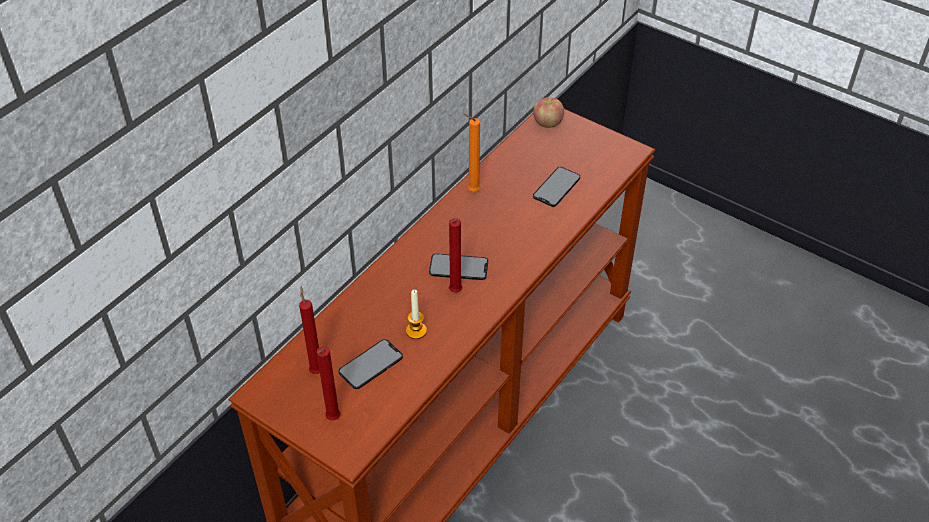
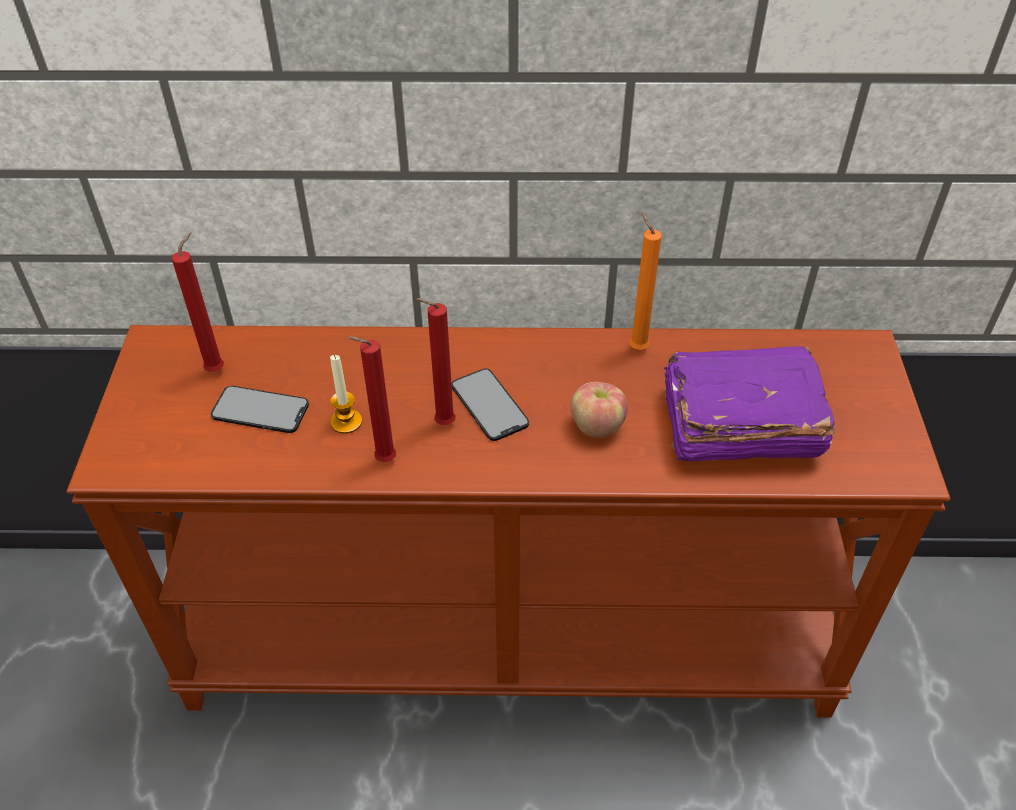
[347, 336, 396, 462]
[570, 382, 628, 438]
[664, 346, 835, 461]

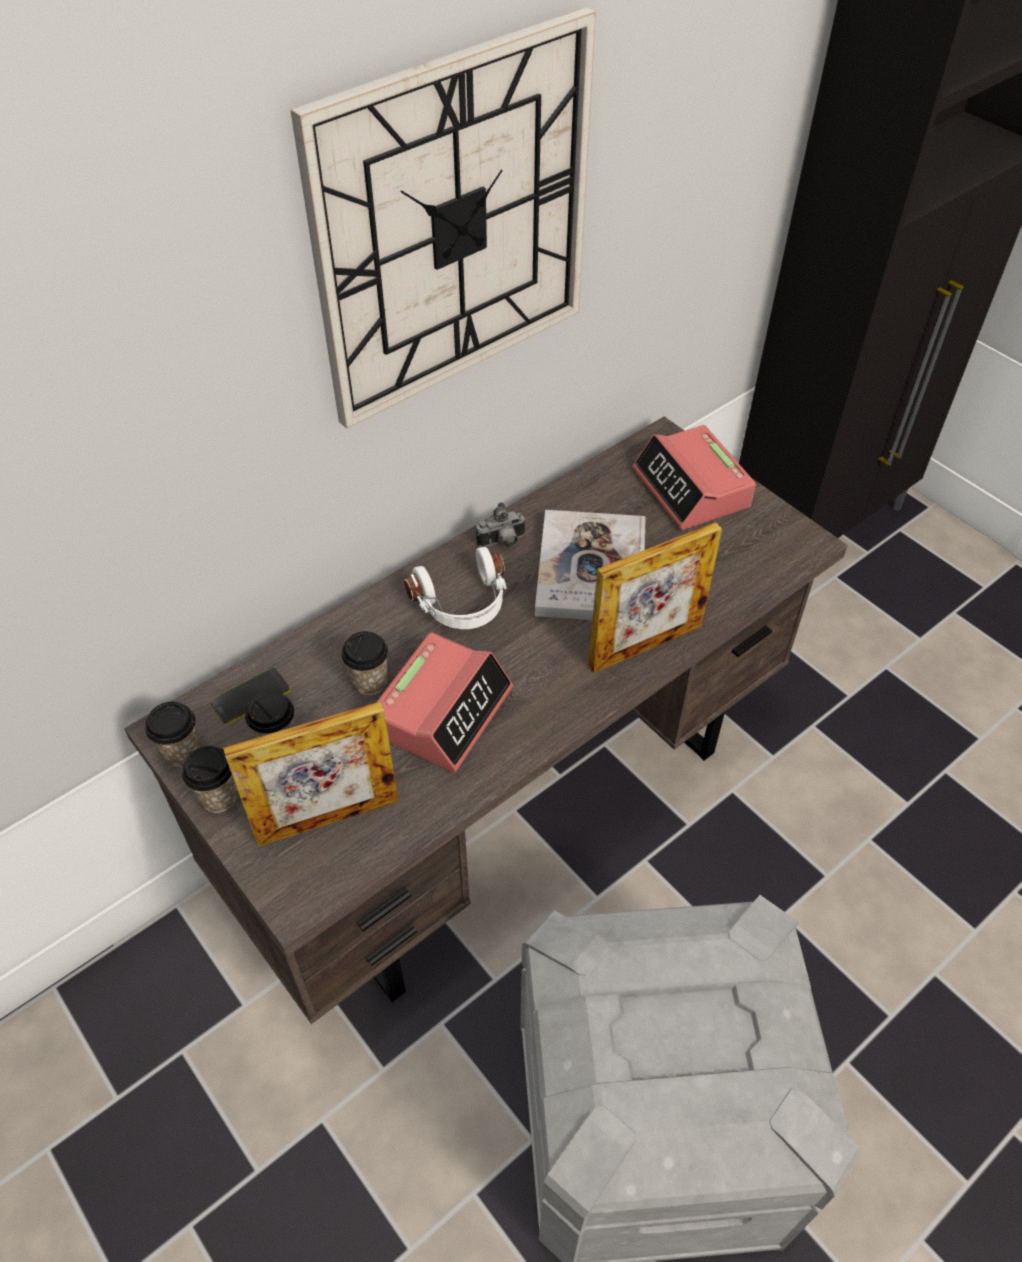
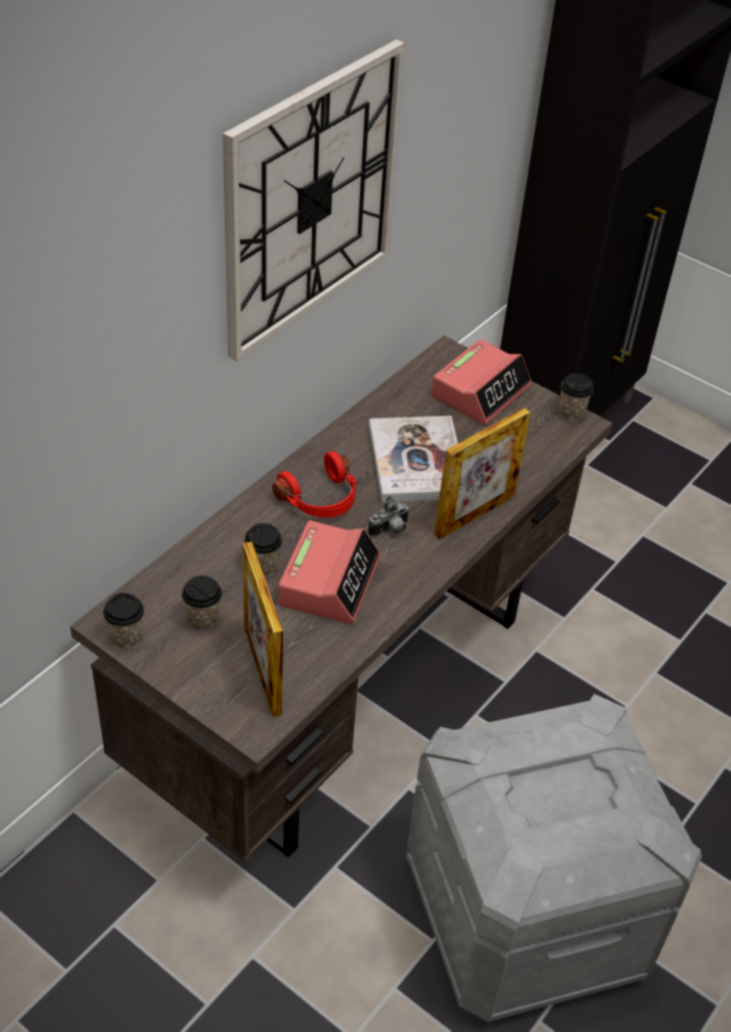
[211, 668, 290, 725] (first image)
[559, 373, 594, 422]
[368, 496, 410, 537]
[272, 451, 357, 518]
[243, 542, 283, 717]
[431, 339, 532, 425]

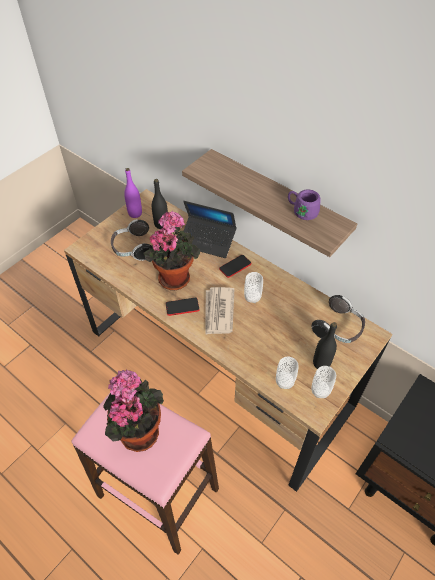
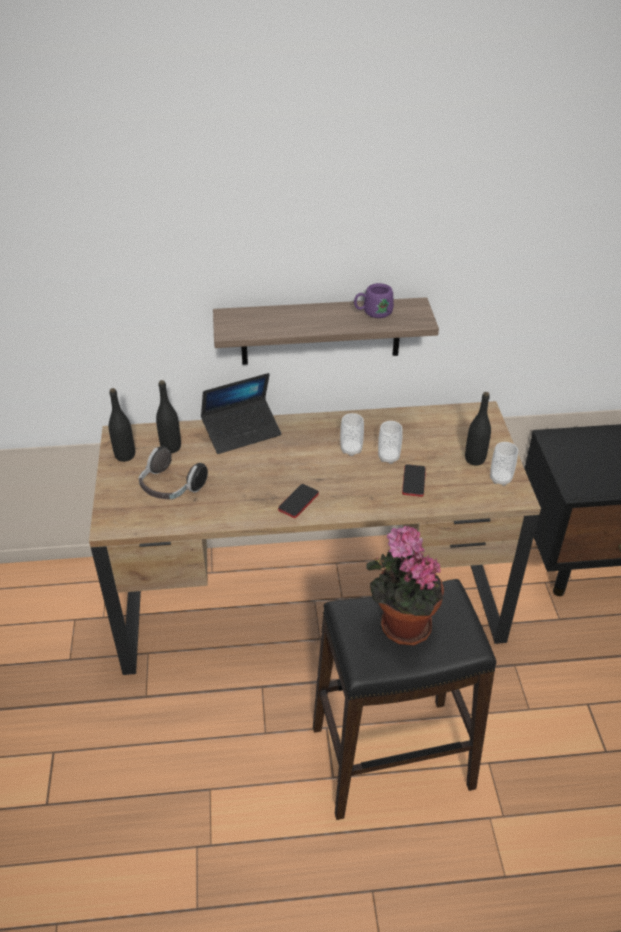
[143, 211, 200, 290] (first image)
[205, 287, 234, 335] (first image)
[312, 295, 365, 343] (first image)
[402, 464, 426, 497]
[378, 421, 403, 464]
[313, 579, 496, 820]
[109, 388, 135, 462]

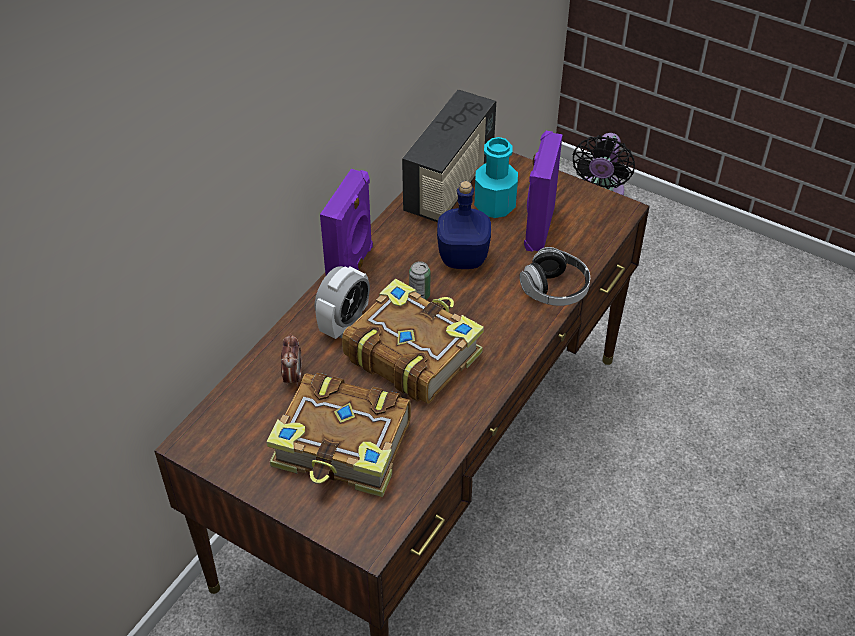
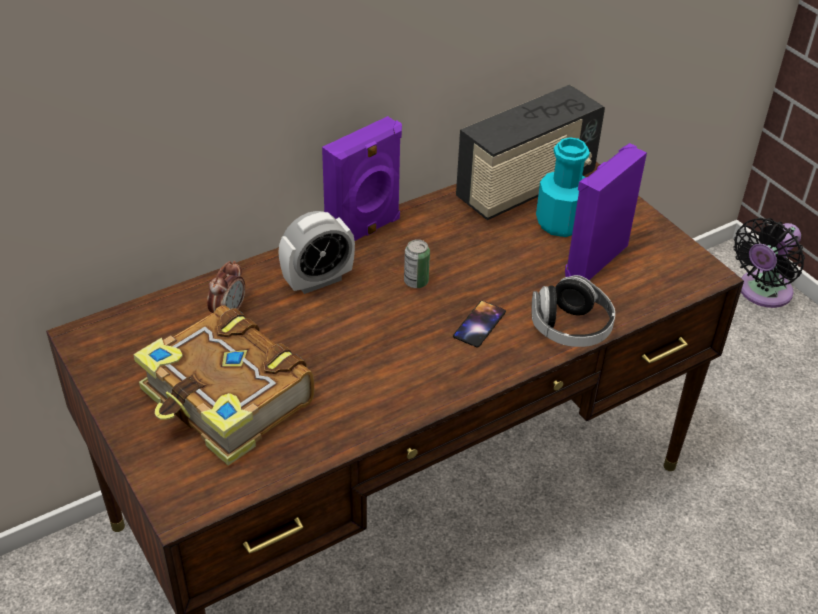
[342, 278, 484, 404] (first image)
[437, 181, 491, 269] (first image)
[453, 301, 506, 348]

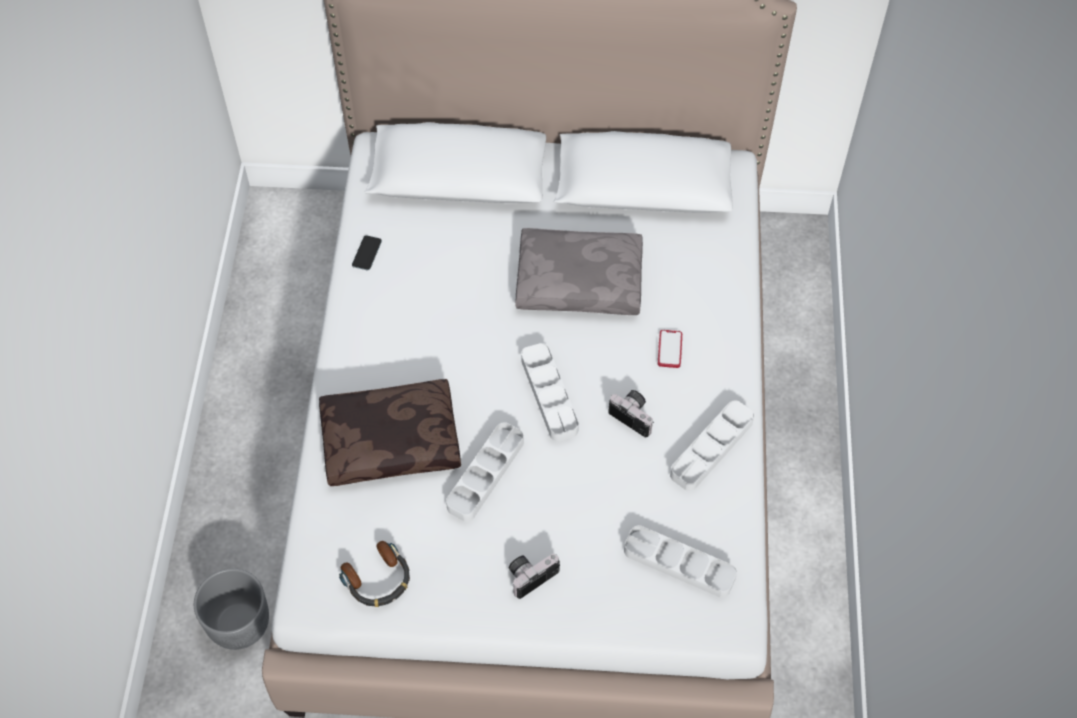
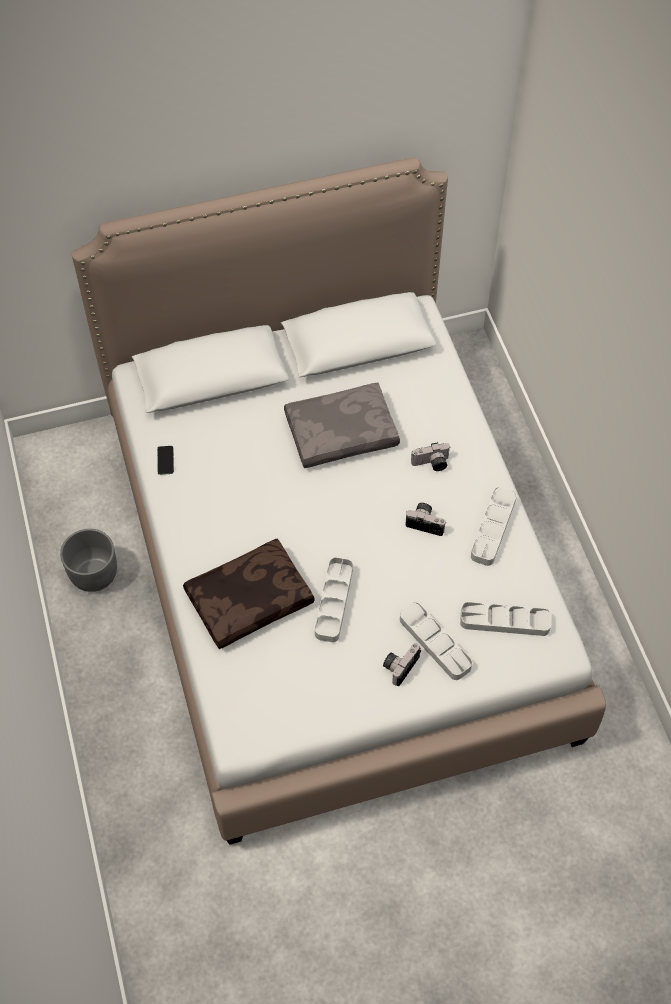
[339, 541, 410, 607] (first image)
[60, 529, 117, 592]
[400, 602, 472, 680]
[411, 442, 451, 471]

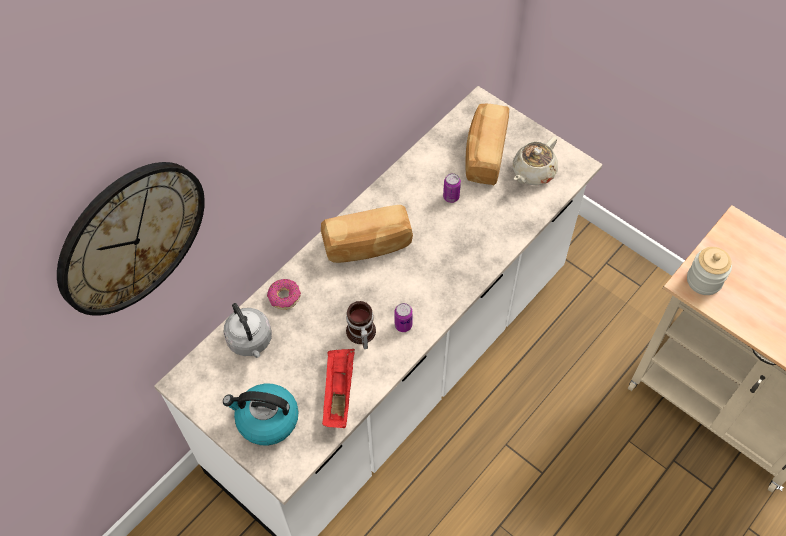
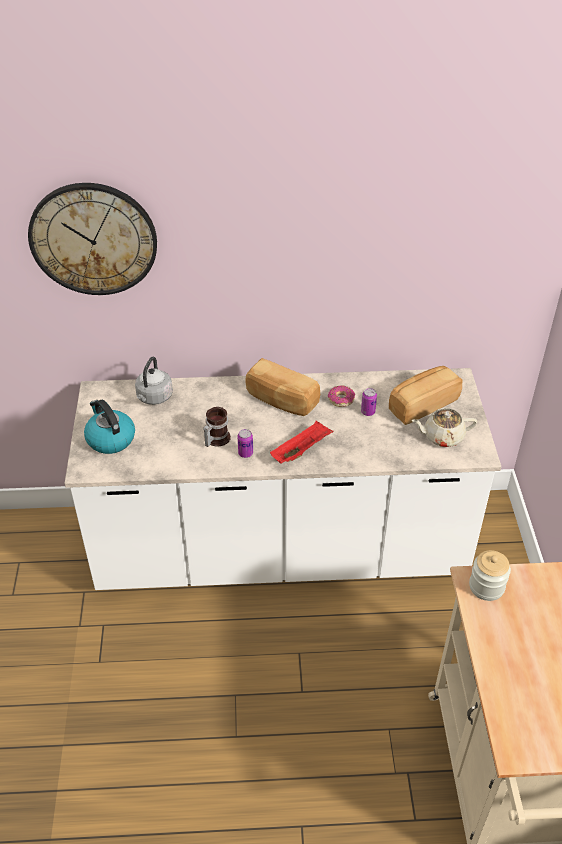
[328, 385, 355, 407]
[270, 421, 334, 464]

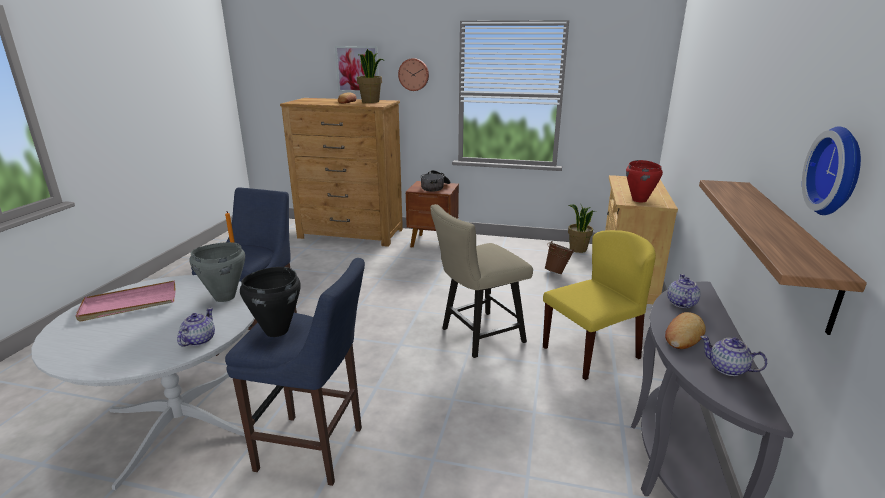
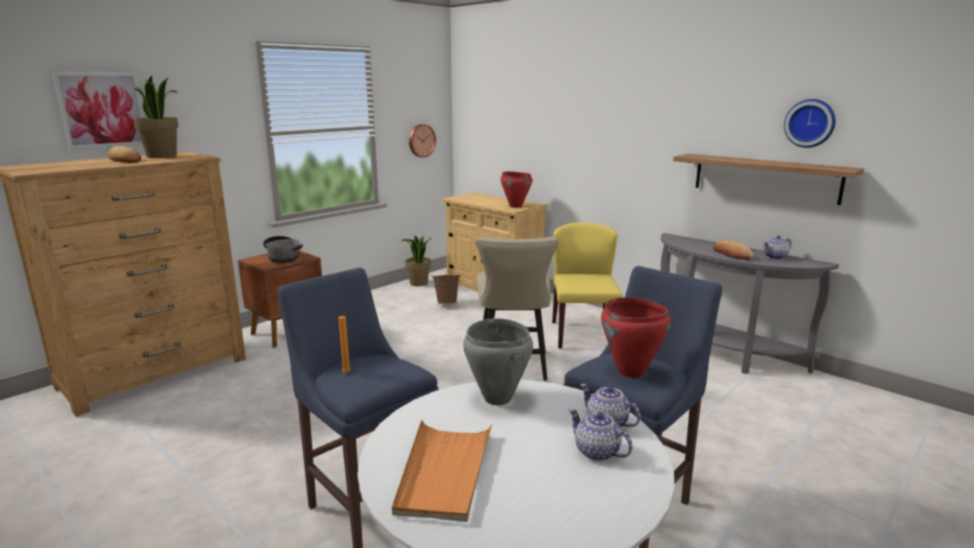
[409, 124, 436, 158]
[568, 409, 633, 461]
[392, 420, 492, 522]
[601, 297, 671, 378]

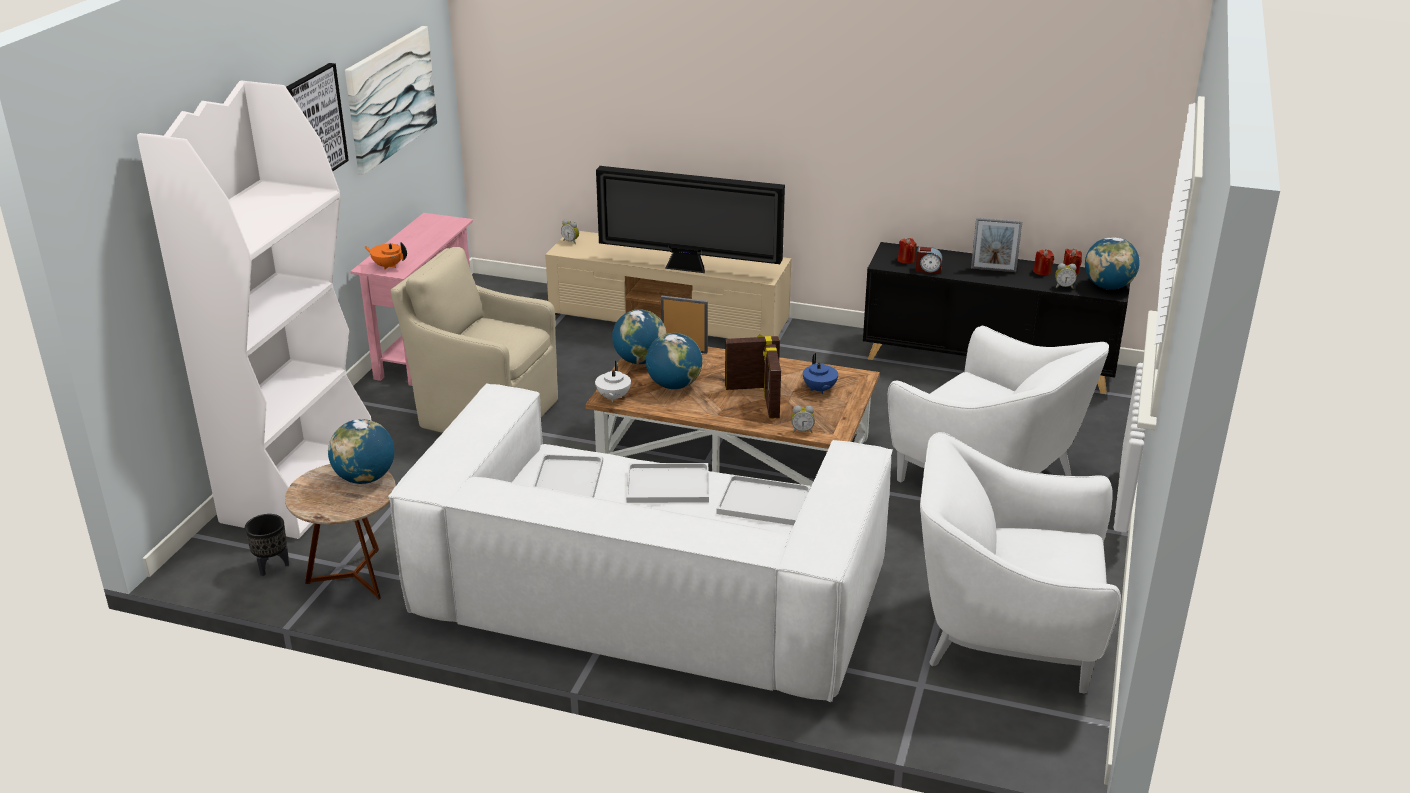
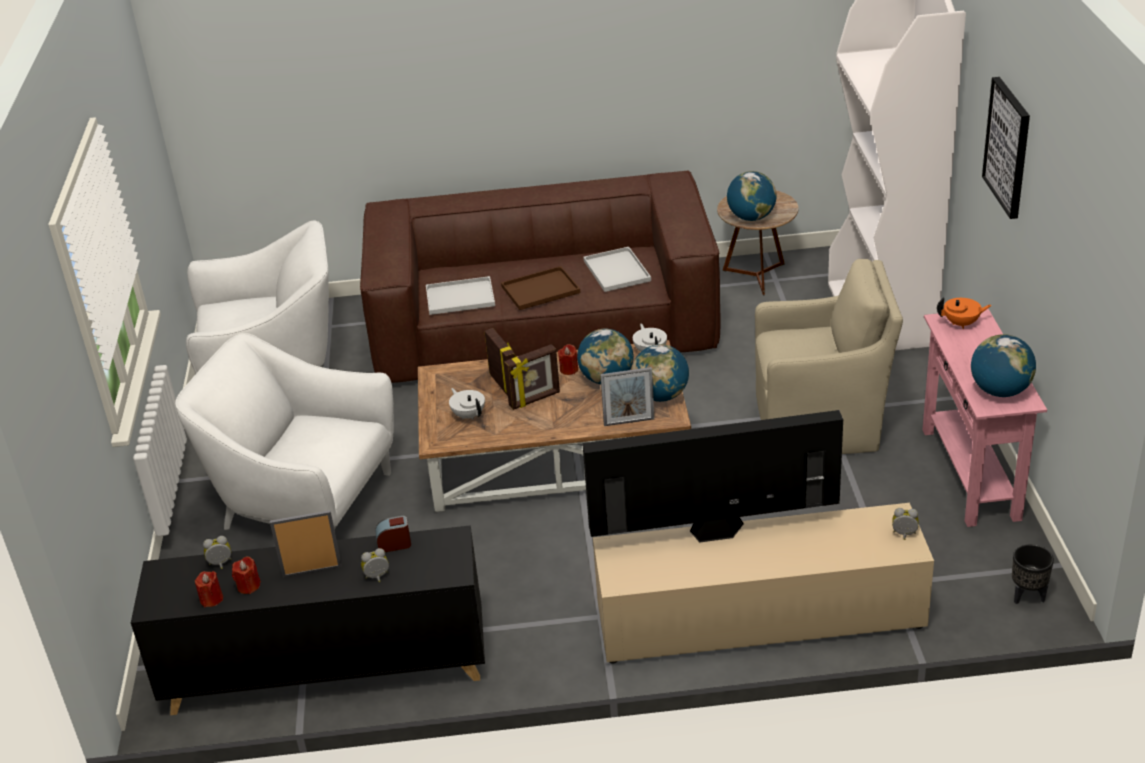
[345, 26, 437, 175] (first image)
[1012, 544, 1054, 604]
[361, 548, 389, 582]
[558, 344, 578, 375]
[971, 334, 1036, 397]
[360, 170, 721, 383]
[501, 266, 581, 310]
[449, 388, 485, 420]

